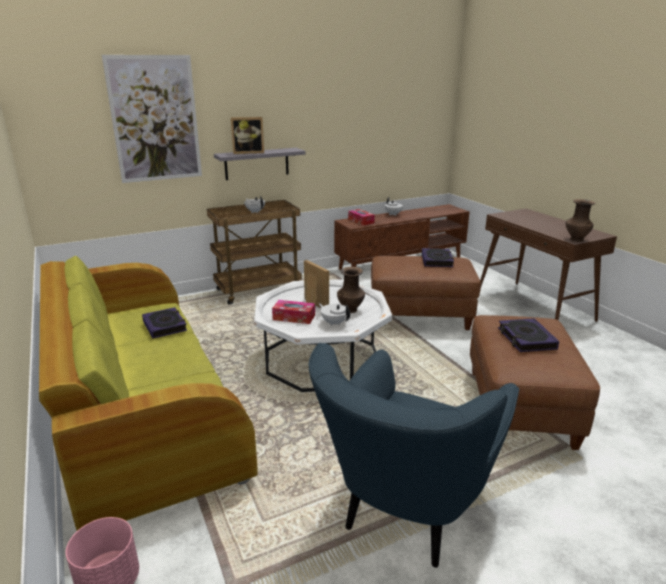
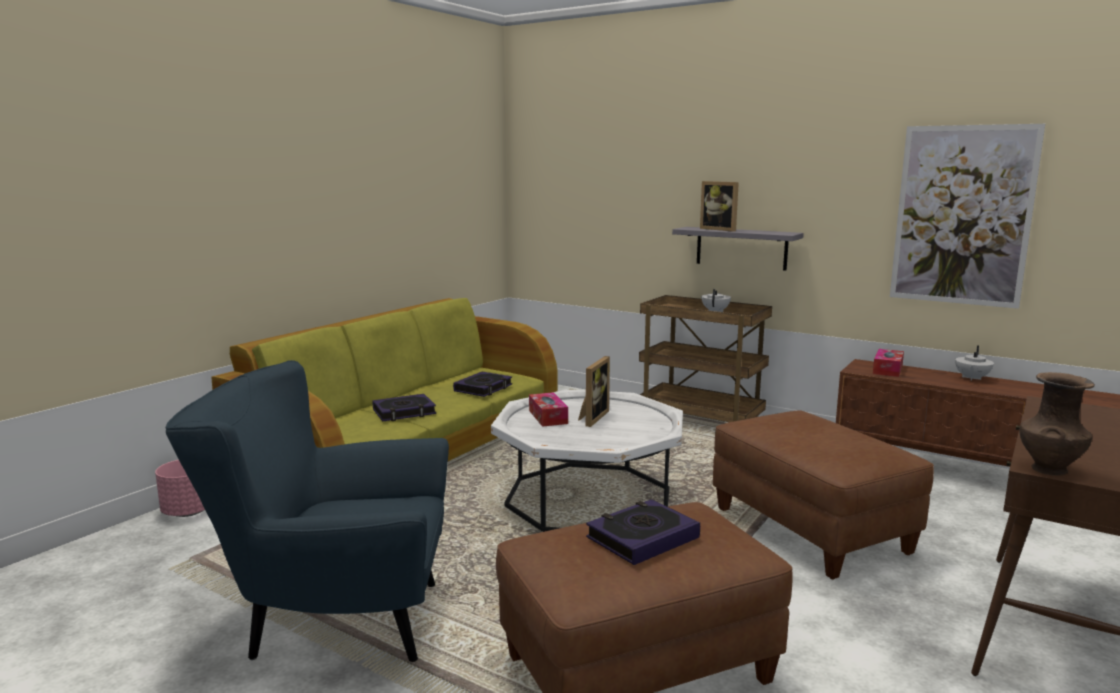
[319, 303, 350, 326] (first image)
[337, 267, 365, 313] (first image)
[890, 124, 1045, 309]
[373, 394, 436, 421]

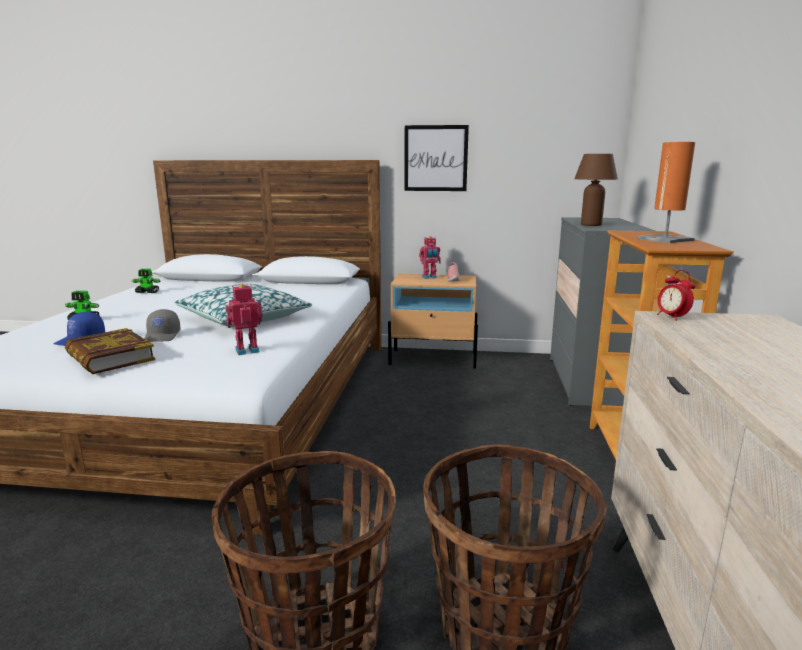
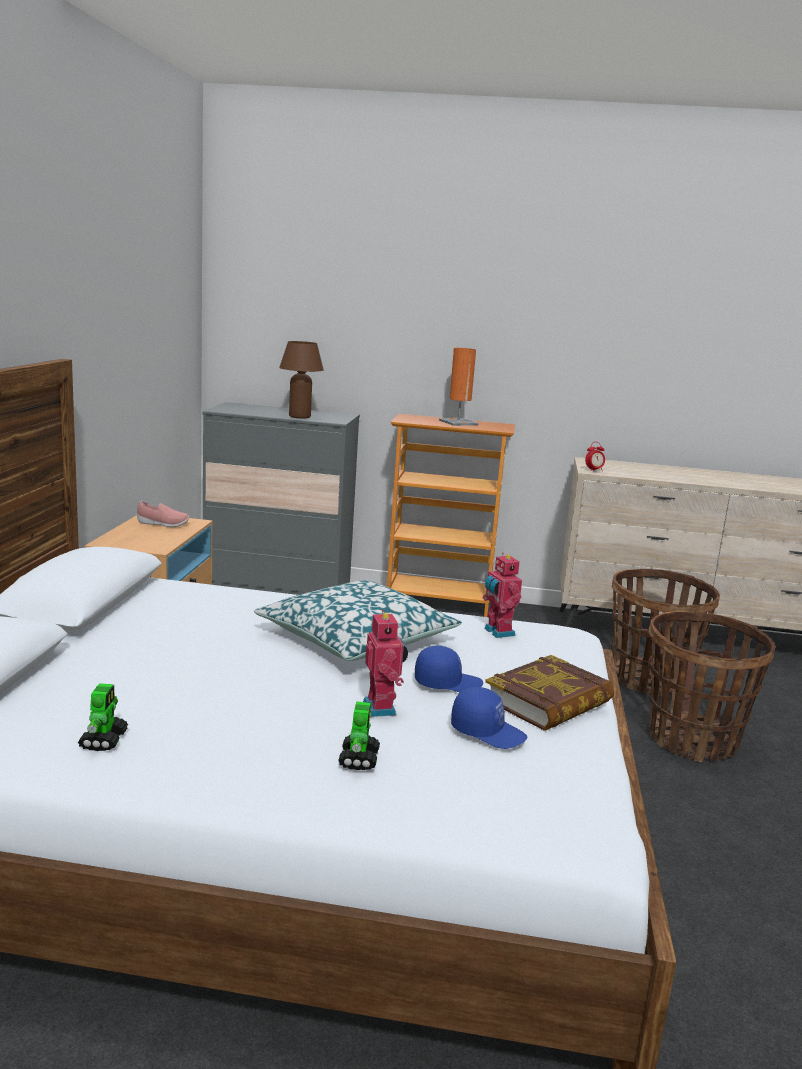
[404, 125, 469, 191] (first image)
[363, 610, 408, 717]
[415, 646, 483, 692]

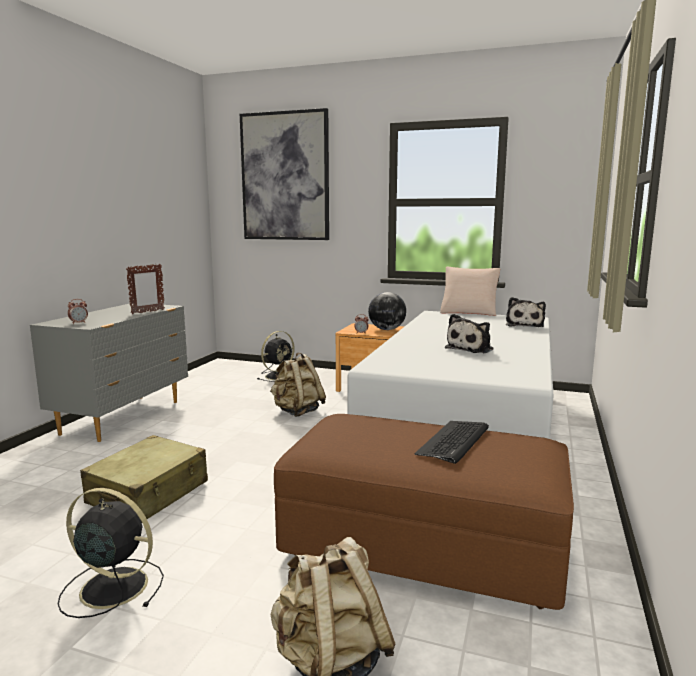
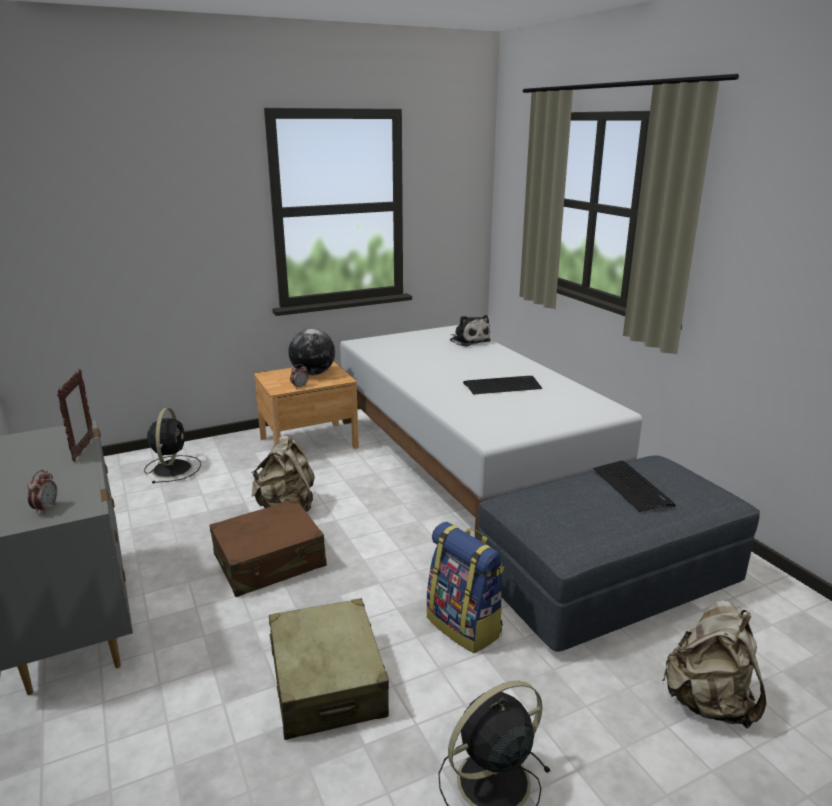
[240, 108, 329, 240] (first image)
[440, 267, 500, 316] (first image)
[210, 499, 327, 597]
[427, 522, 504, 653]
[463, 376, 542, 395]
[478, 455, 760, 652]

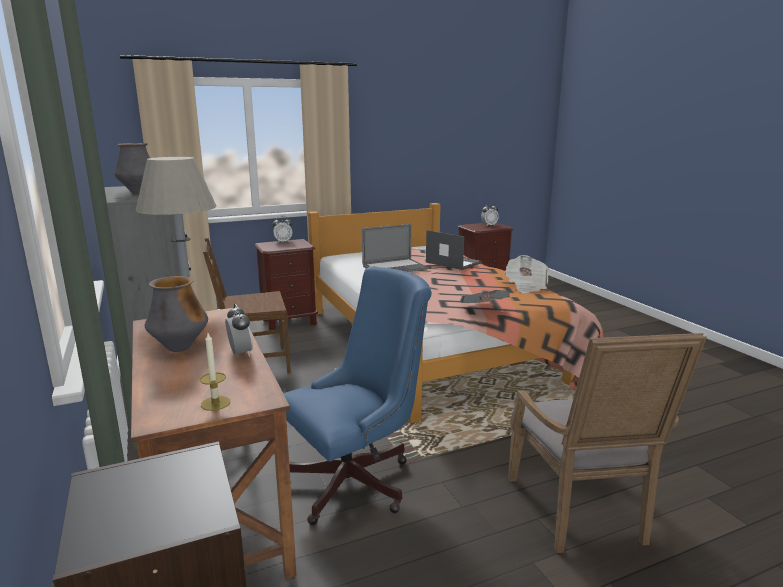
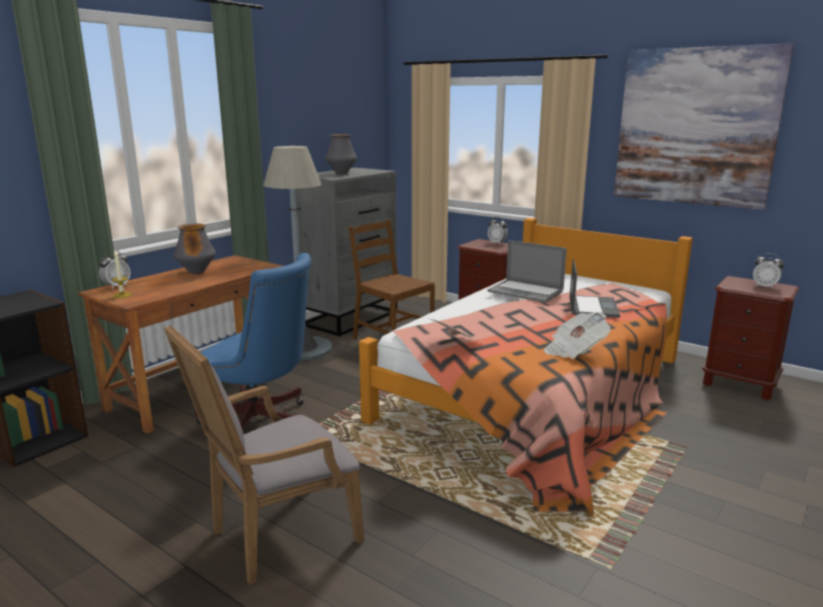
[614, 43, 794, 210]
[99, 250, 131, 289]

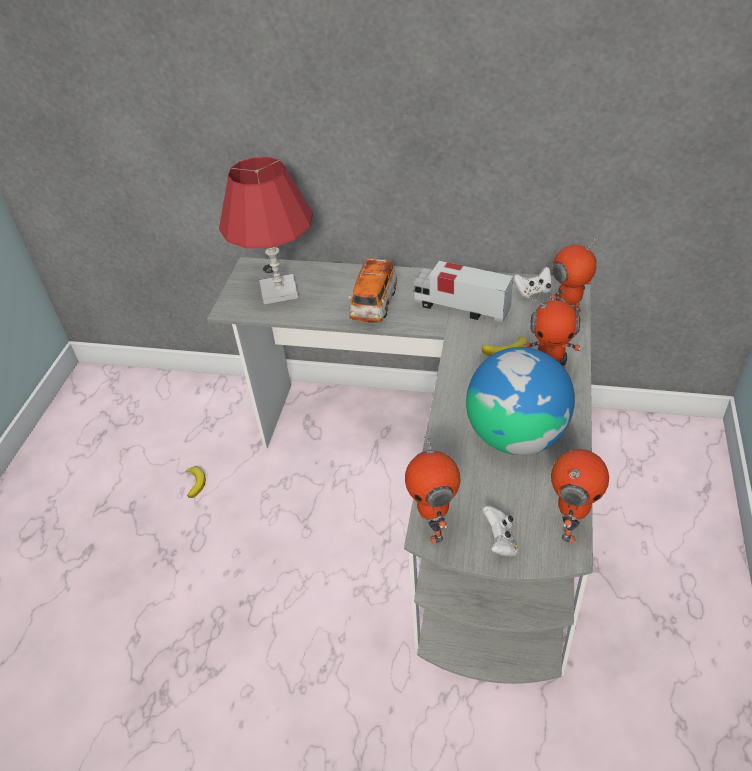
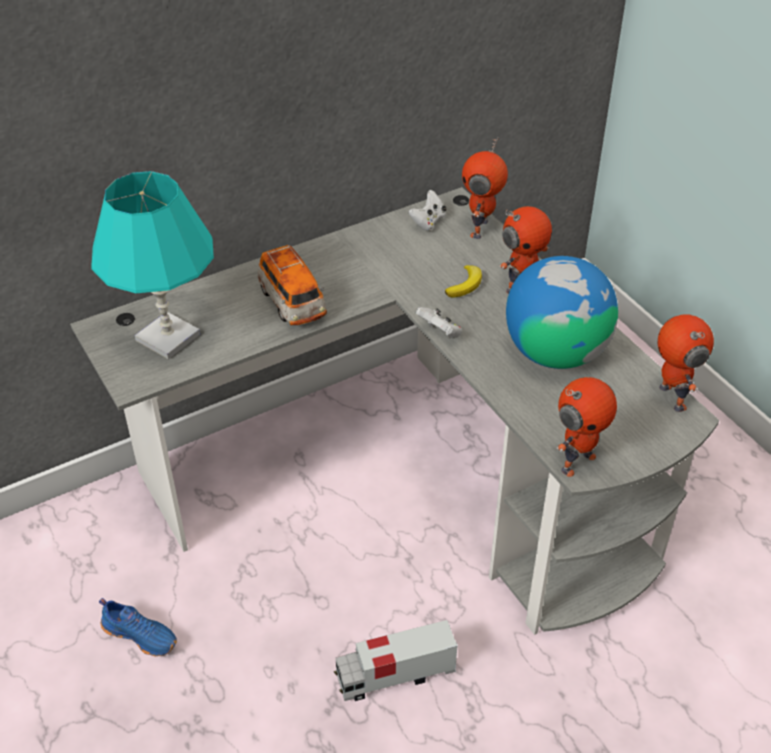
[334, 620, 458, 701]
[416, 307, 462, 338]
[99, 598, 177, 656]
[91, 171, 214, 359]
[556, 377, 617, 477]

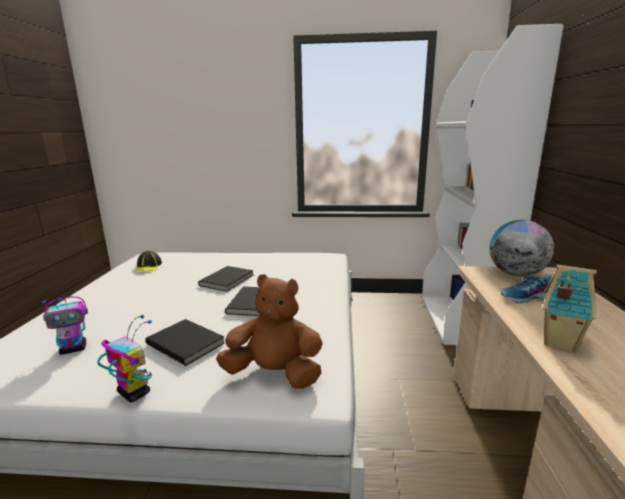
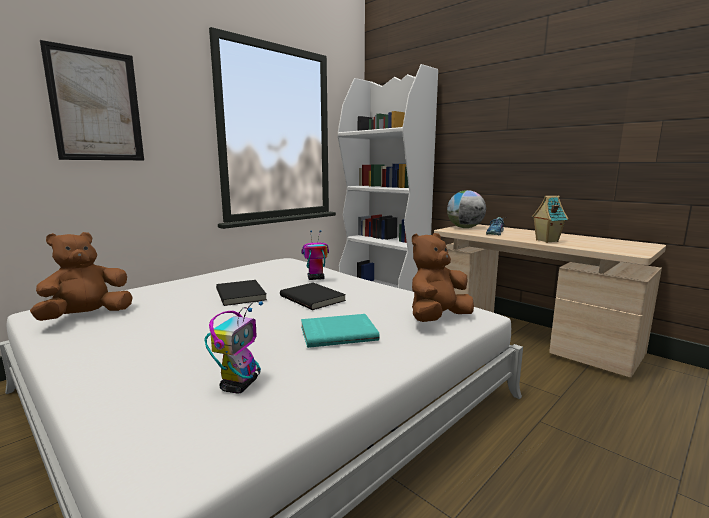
[40, 40, 144, 160]
[301, 230, 329, 280]
[30, 232, 133, 321]
[301, 314, 380, 348]

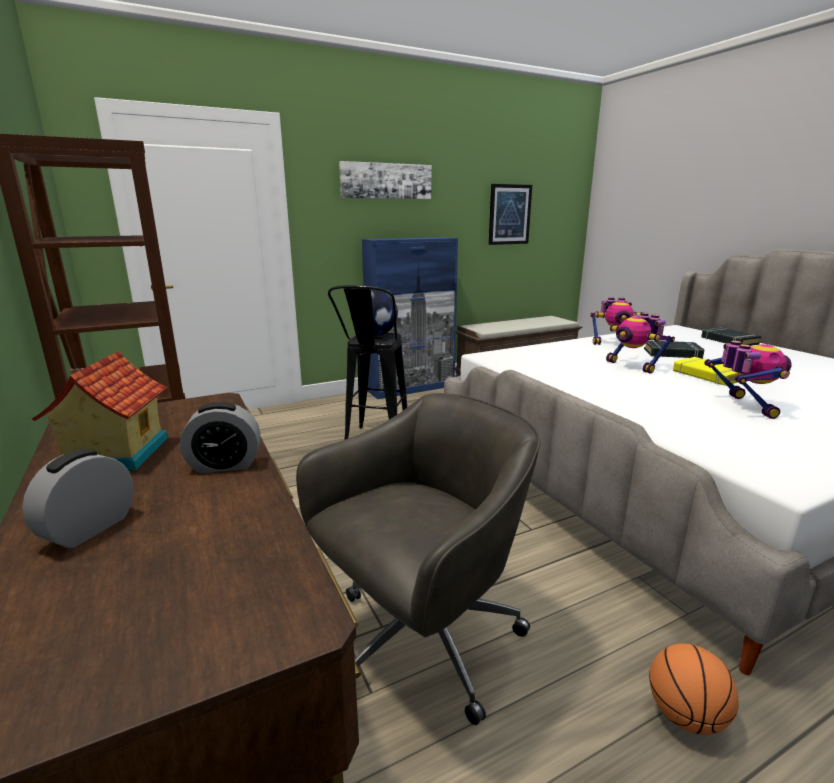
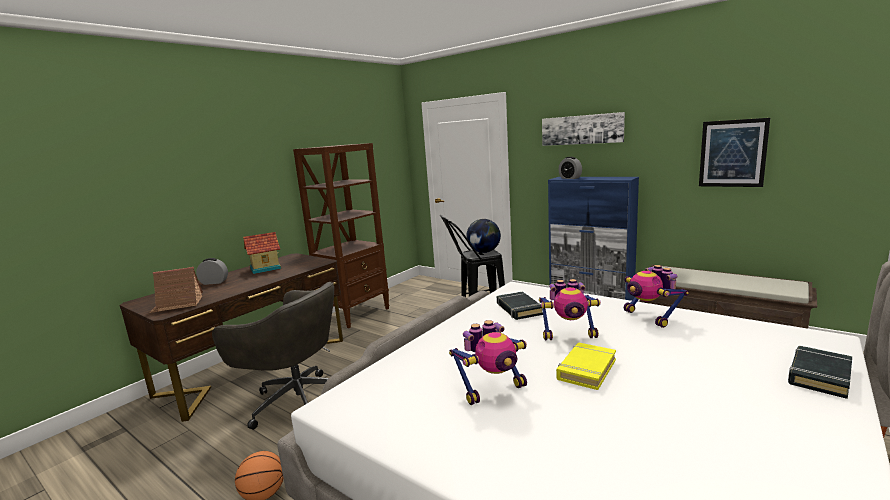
[150, 267, 203, 313]
[558, 157, 582, 179]
[497, 291, 543, 320]
[539, 279, 601, 340]

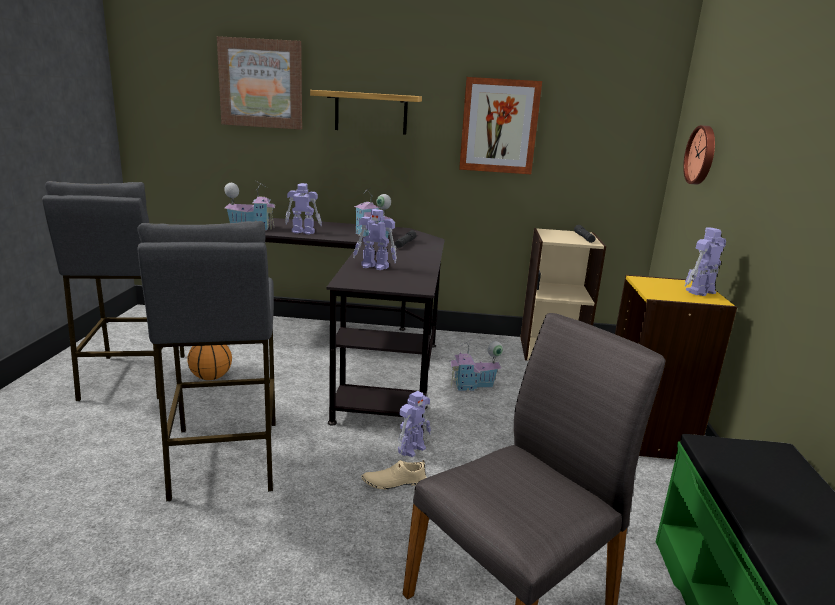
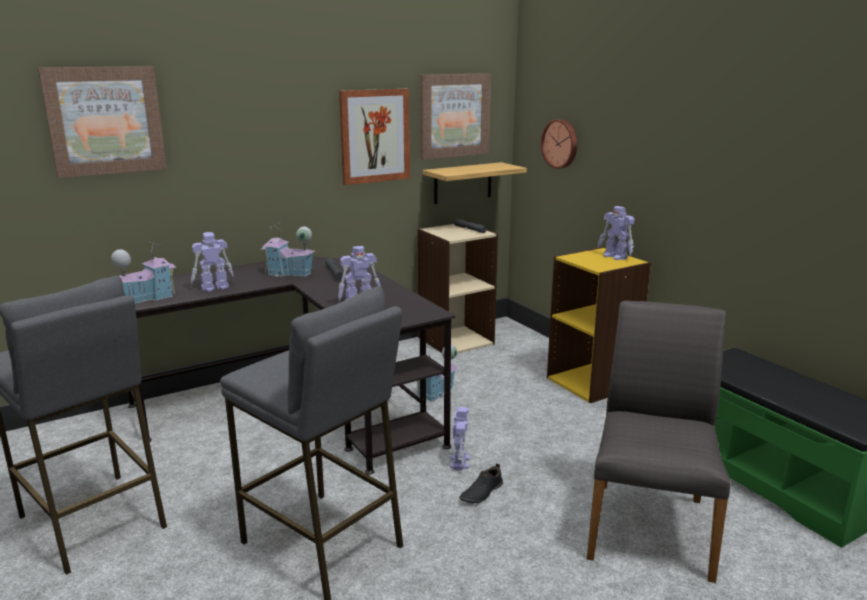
[187, 345, 232, 380] (first image)
[420, 73, 491, 160]
[423, 162, 527, 204]
[459, 463, 503, 503]
[598, 206, 634, 260]

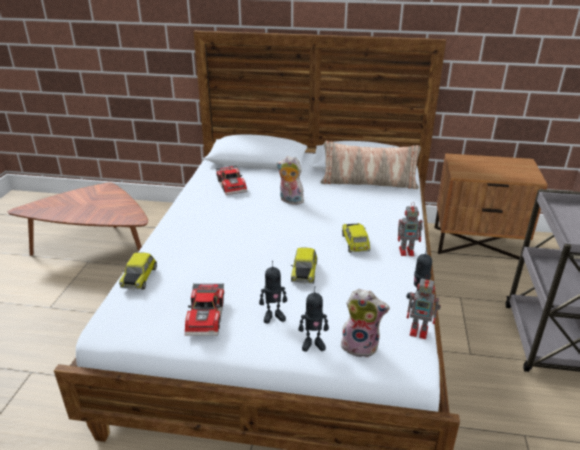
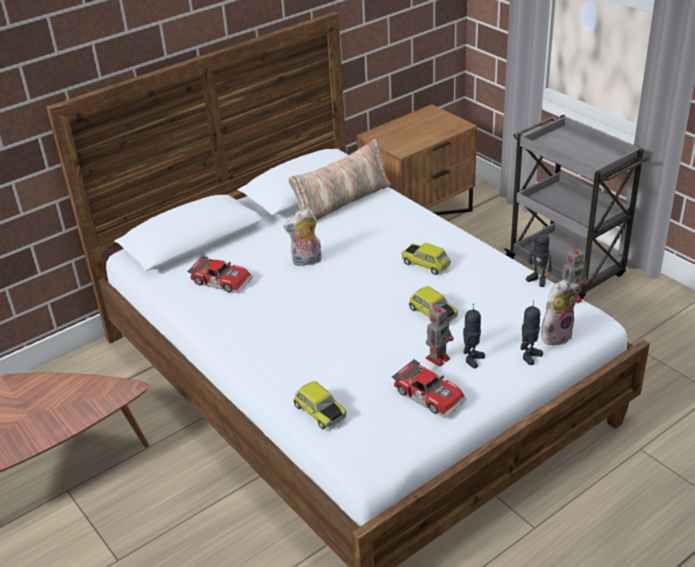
[426, 303, 454, 367]

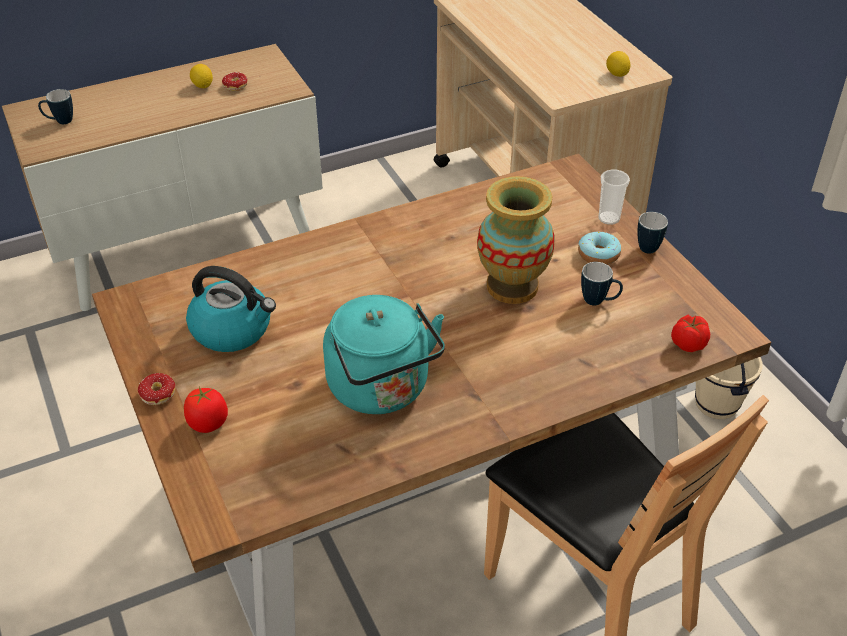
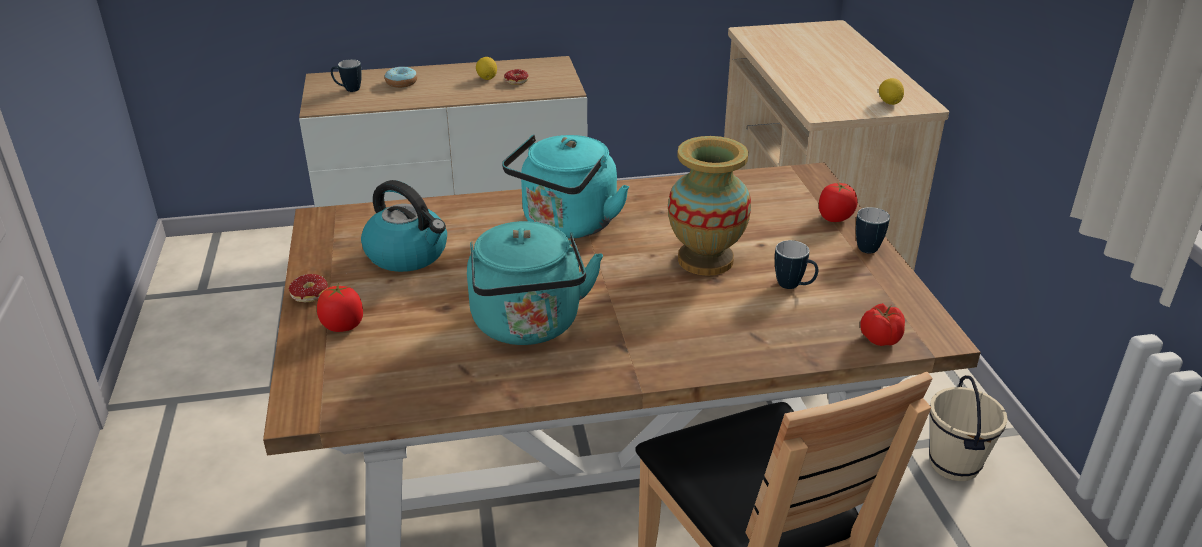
[502, 134, 629, 239]
[385, 67, 417, 88]
[819, 183, 858, 222]

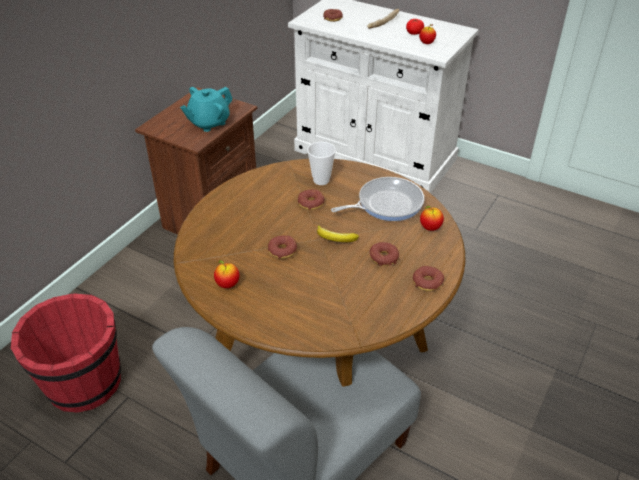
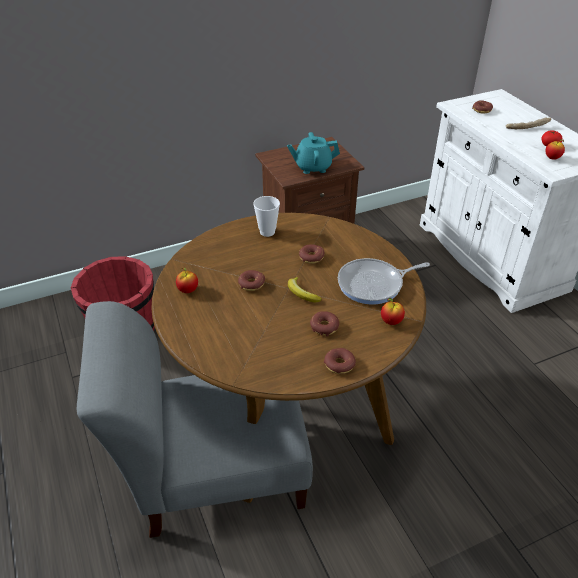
[253, 196, 280, 237]
[338, 258, 430, 304]

